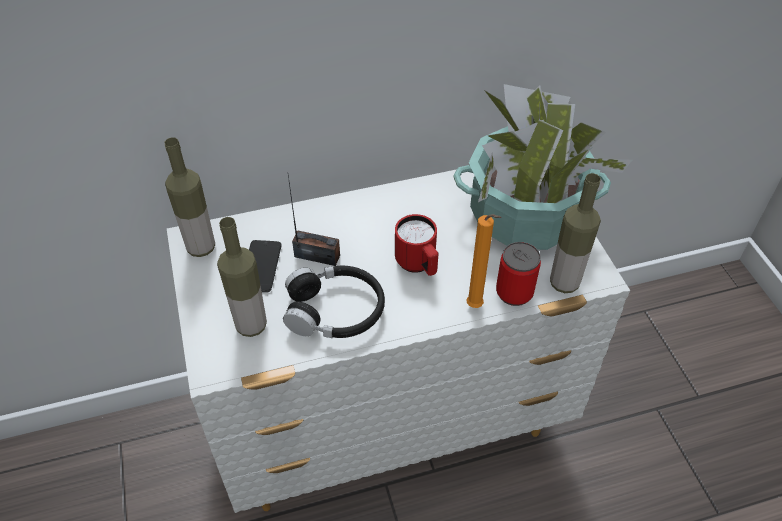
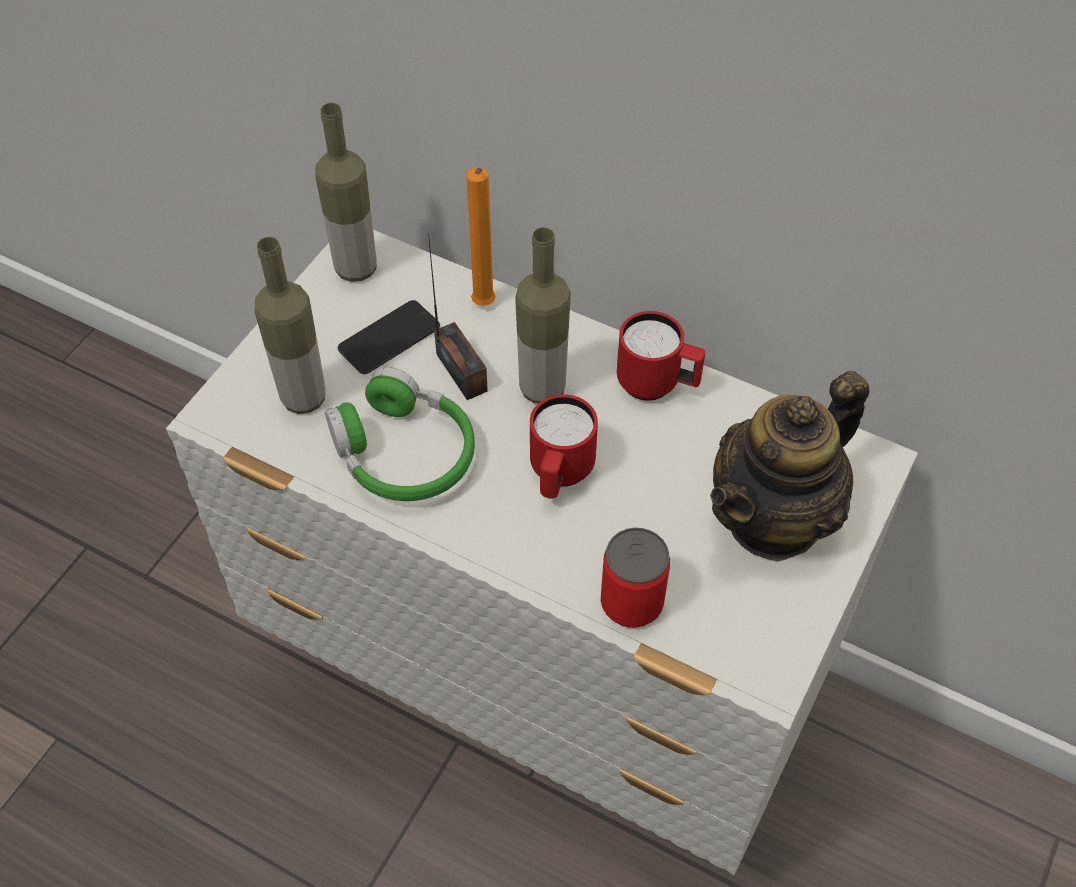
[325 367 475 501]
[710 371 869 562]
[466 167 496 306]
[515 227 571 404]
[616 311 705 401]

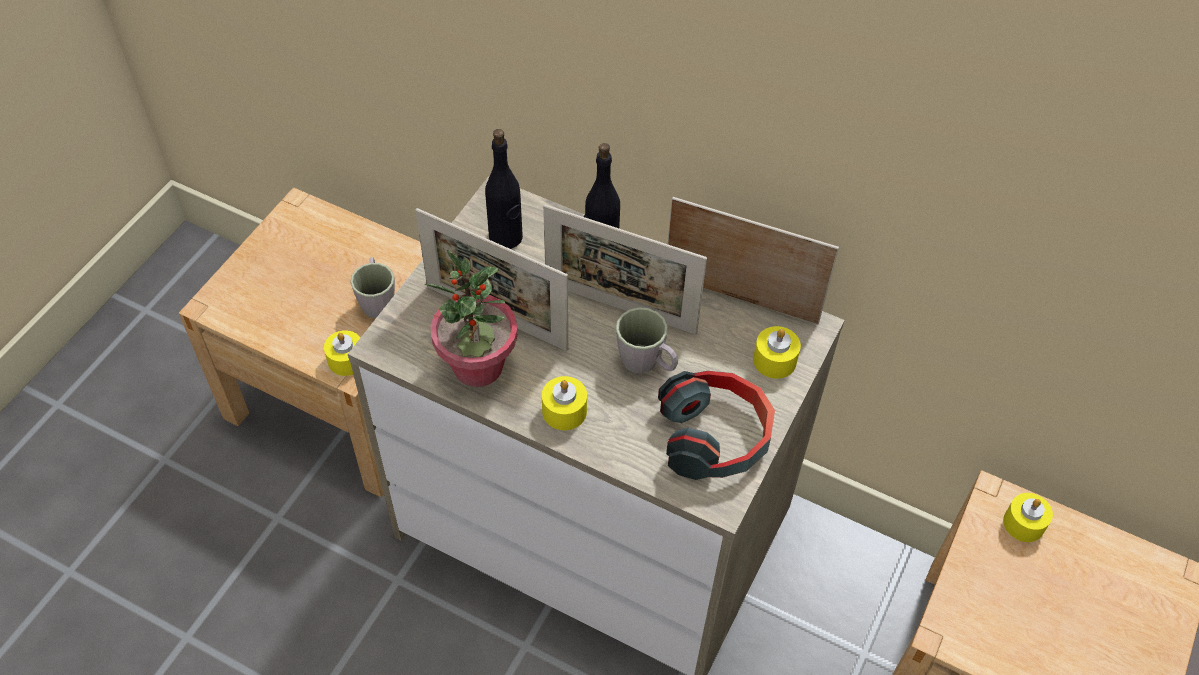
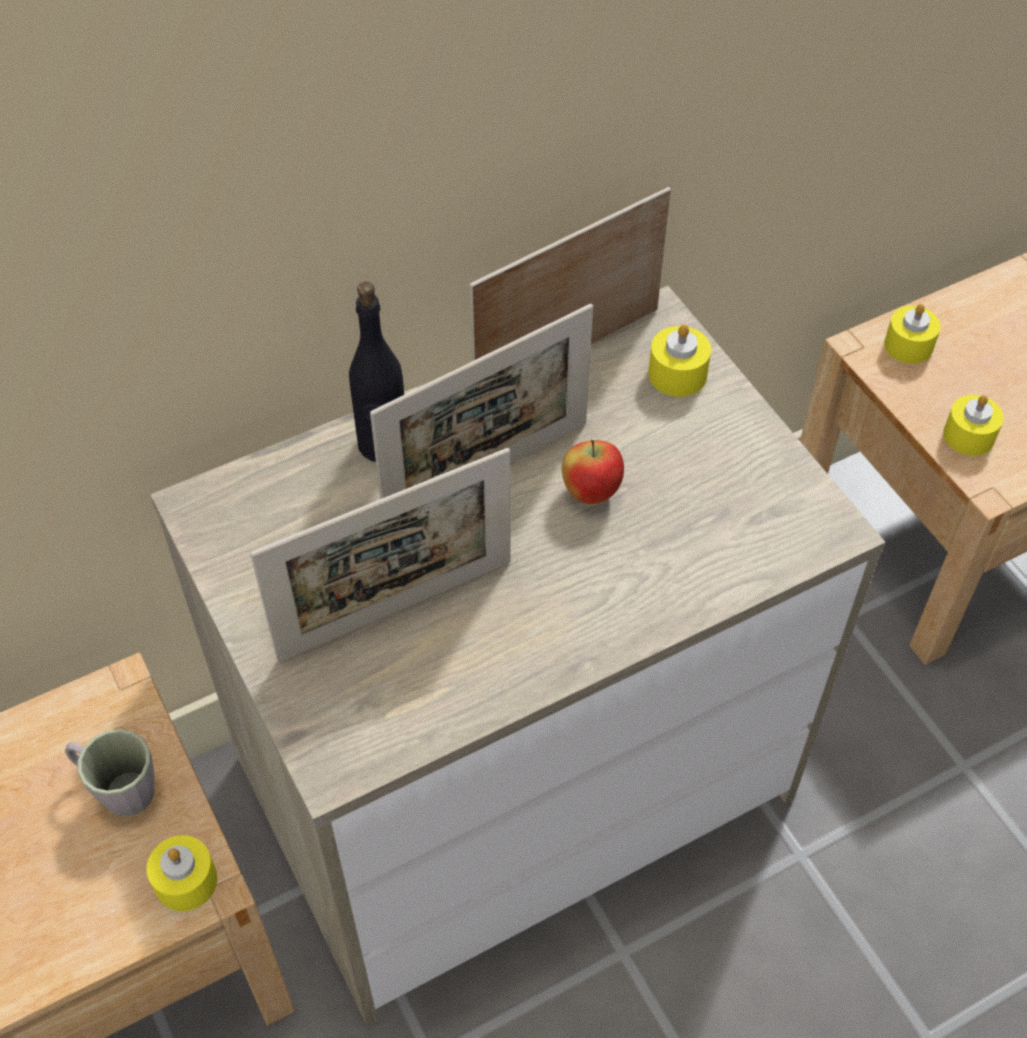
[425 250 518 387] (first image)
[485 129 523 249] (first image)
[943 395 1004 456]
[562 440 624 504]
[658 371 775 480] (first image)

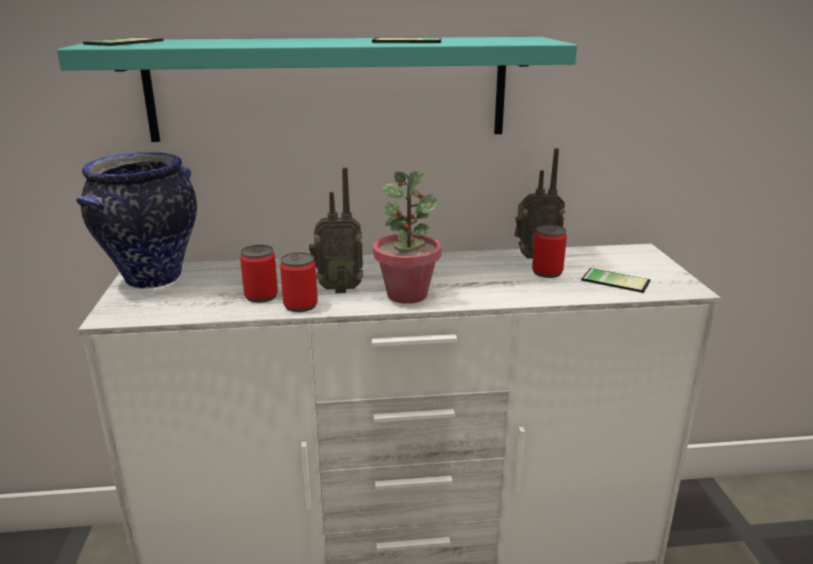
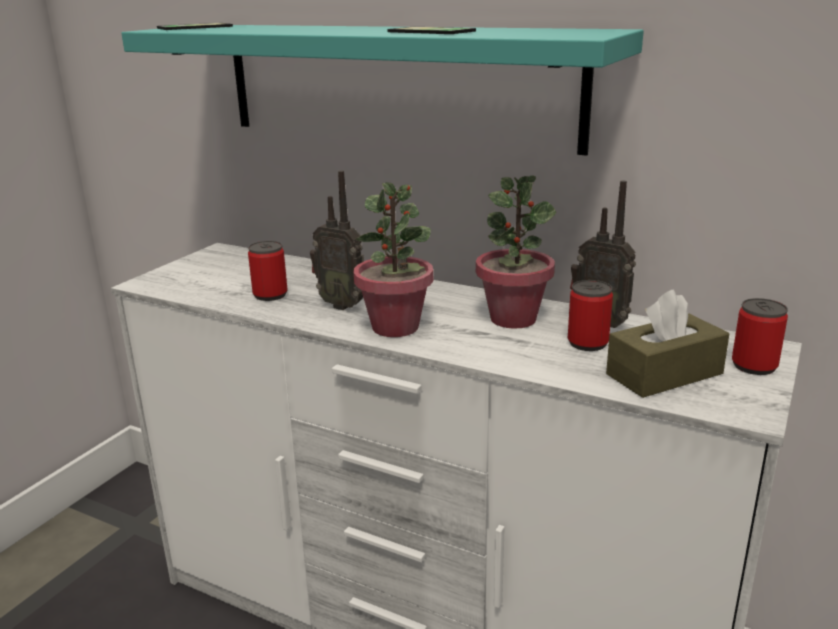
[76 152 197 288] (first image)
[732 298 788 375]
[606 289 729 398]
[476 175 556 329]

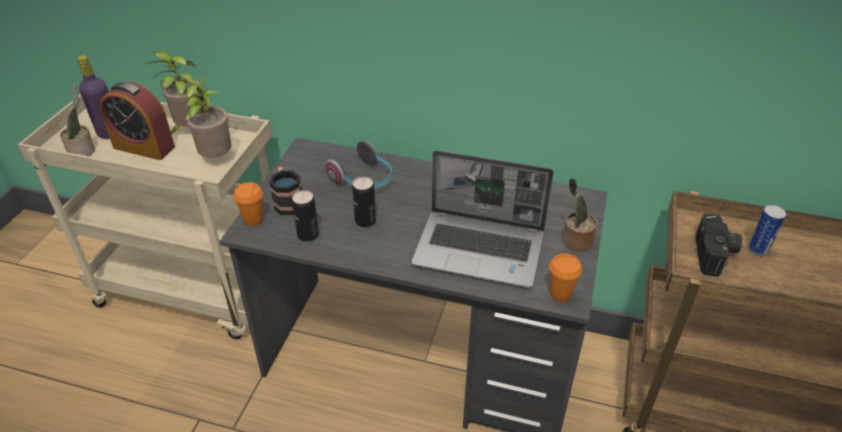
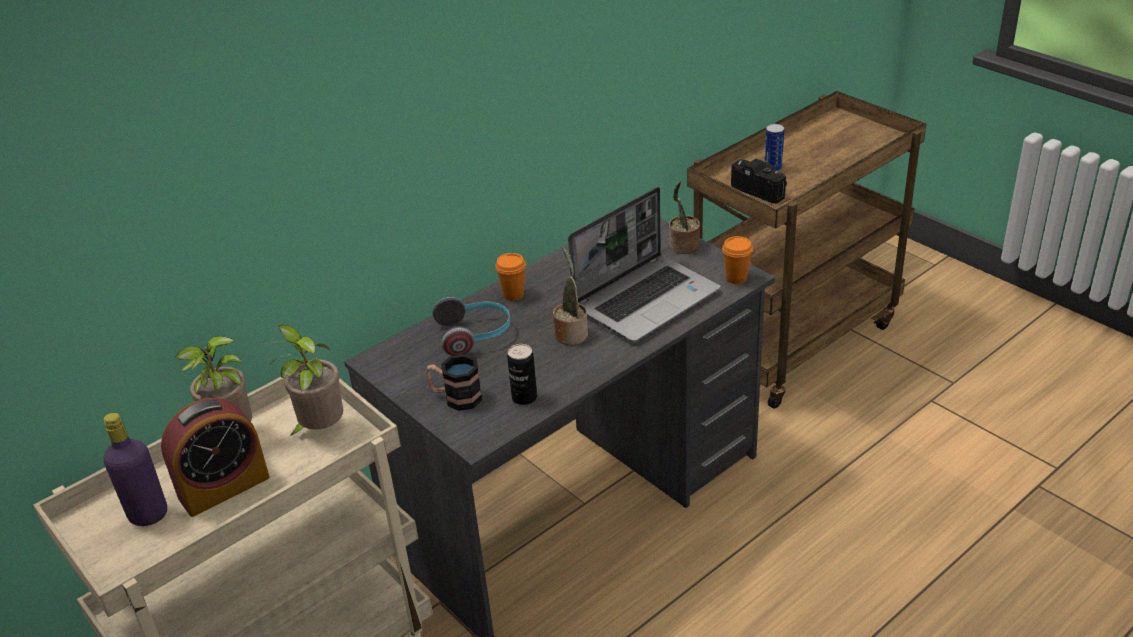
[553 247 588 345]
[495 253 526 301]
[352 177 376 227] (first image)

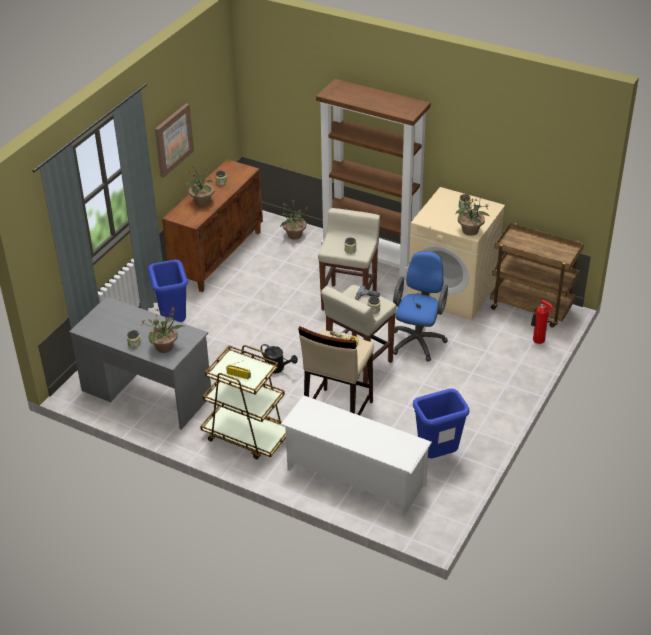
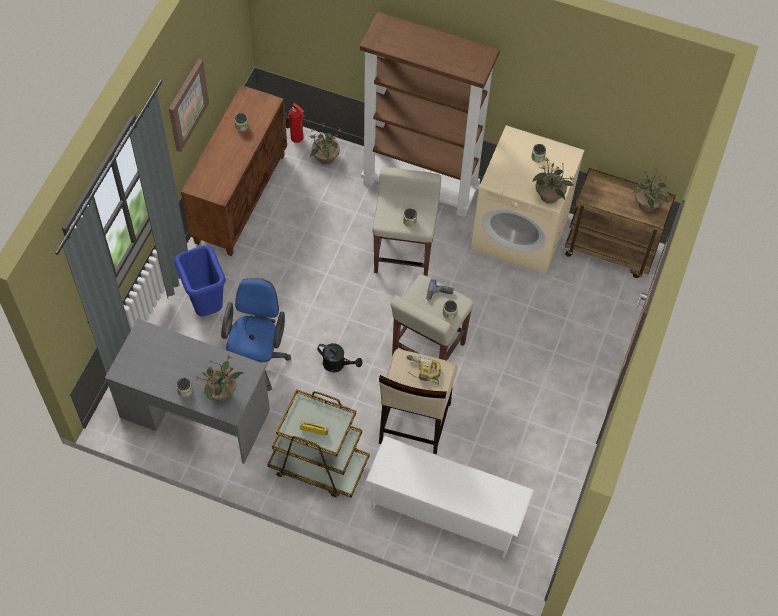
[633 168 669 212]
[221 278 291 391]
[413 388 469 458] (first image)
[286 103 305 143]

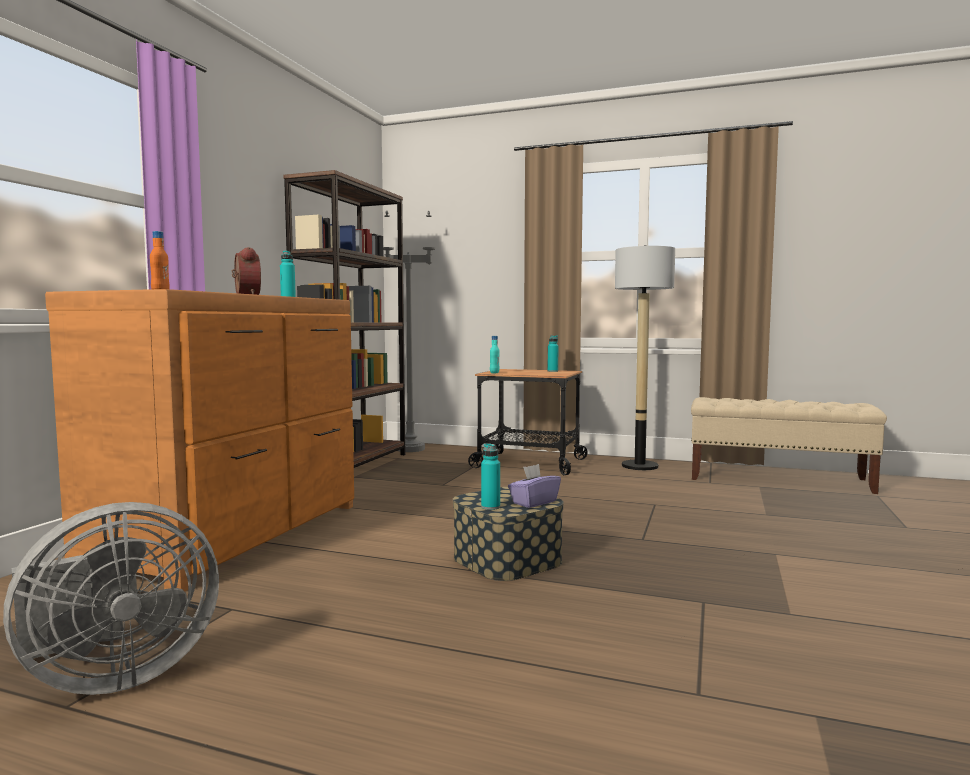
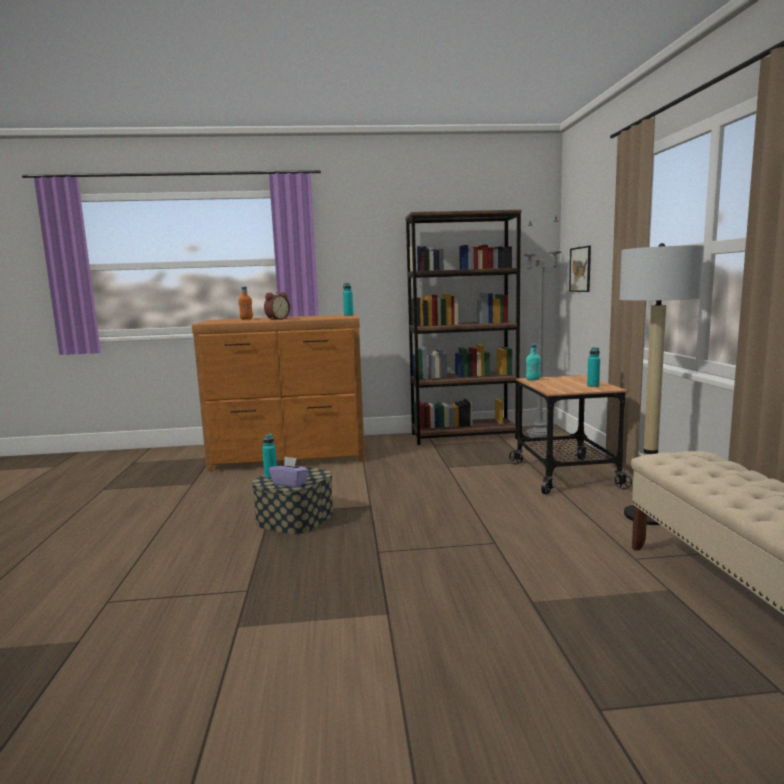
[3 502 219 695] (first image)
[569 246 591 292]

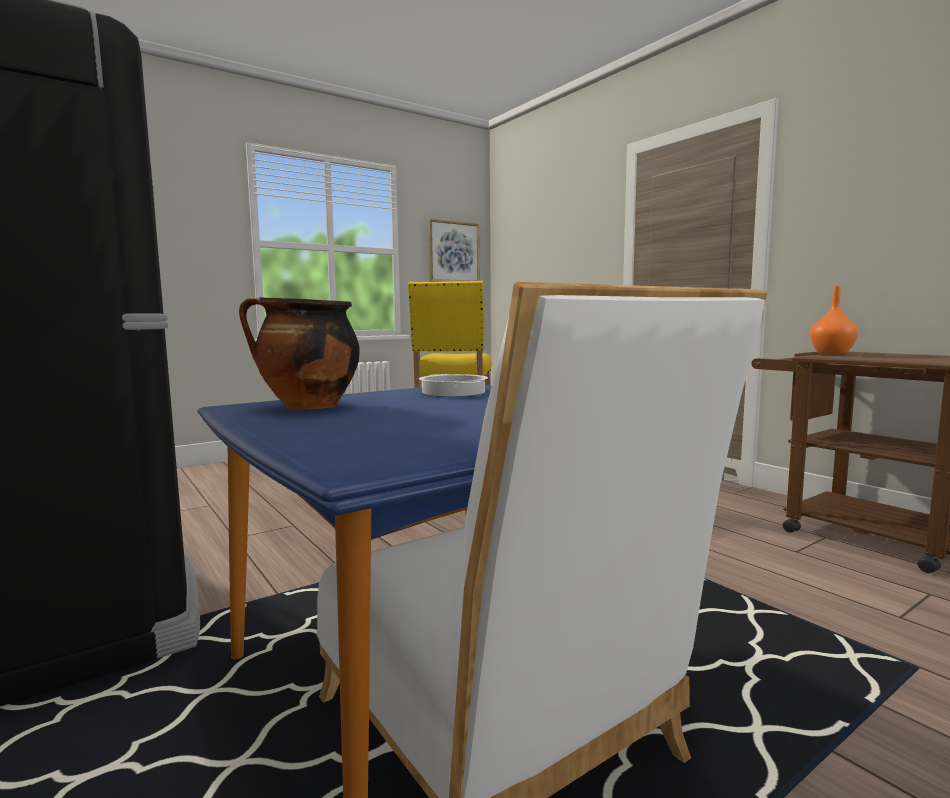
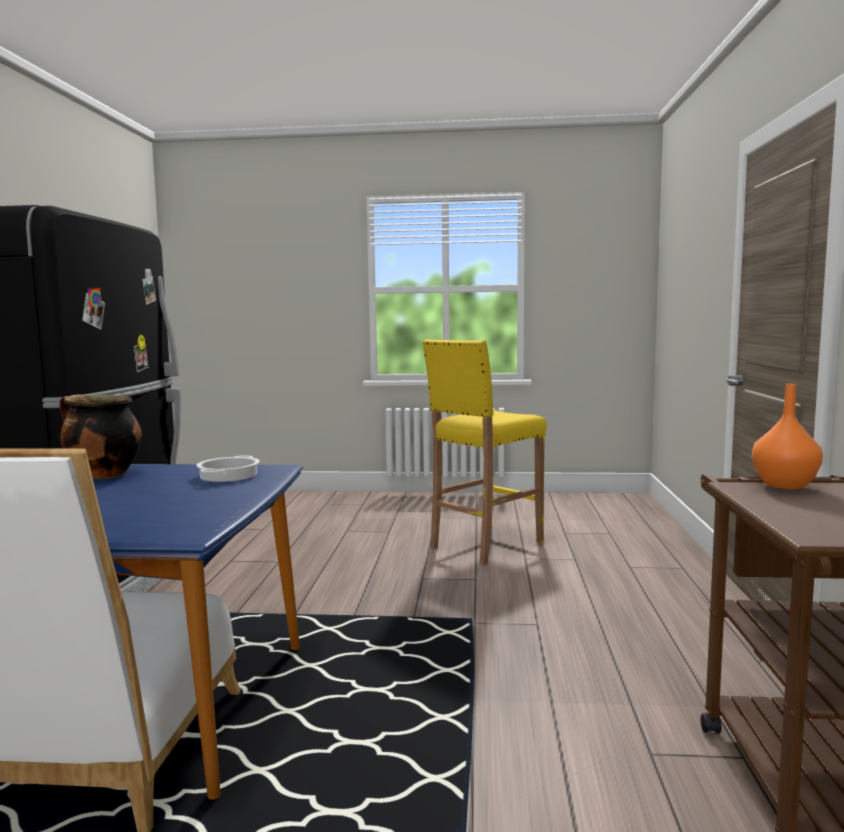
[428 219 480 282] (first image)

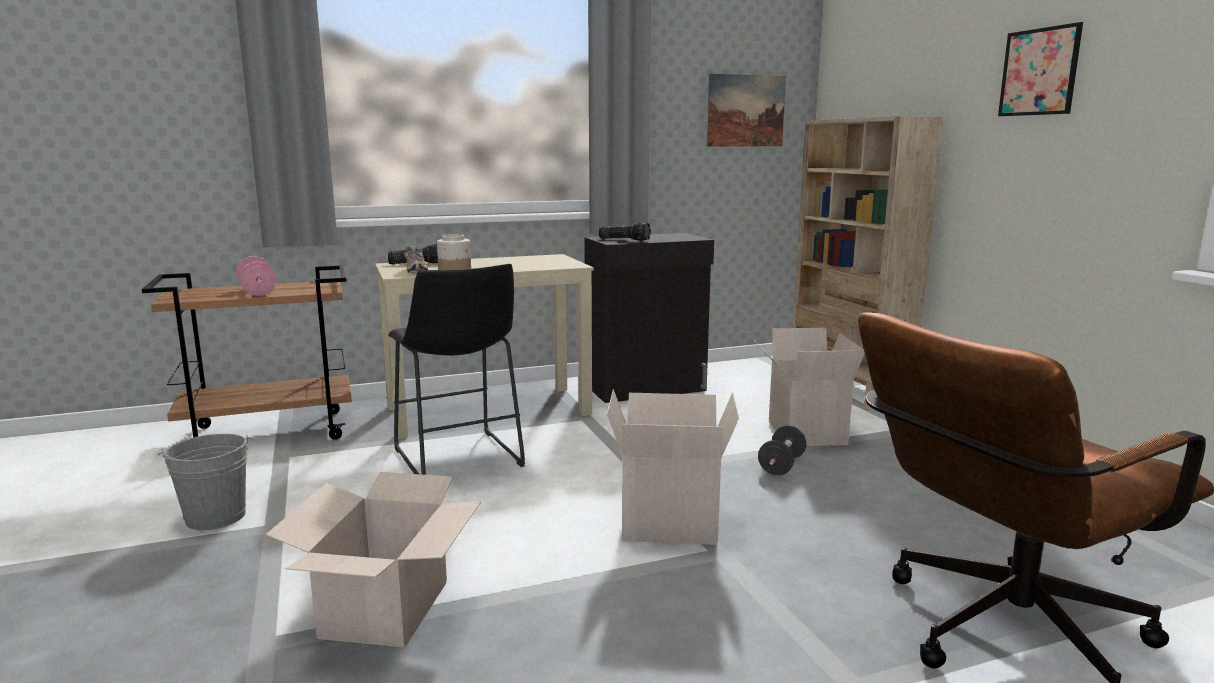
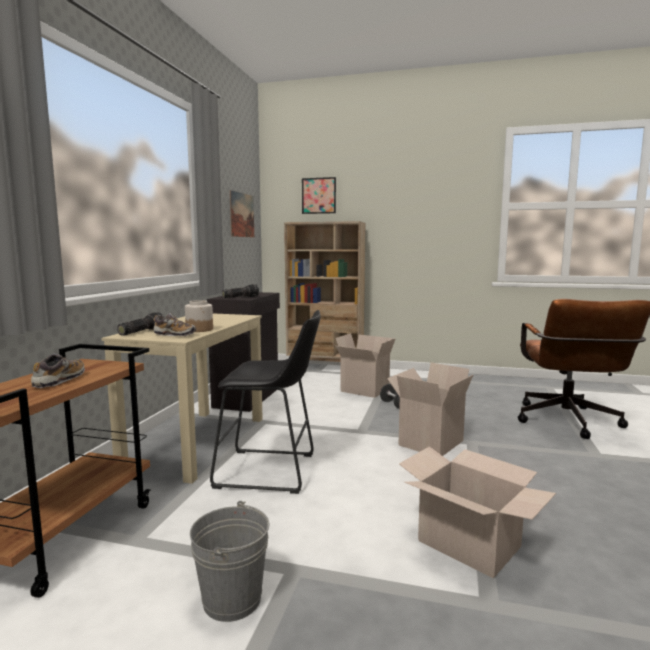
[31 354 85 388]
[302 177 336 214]

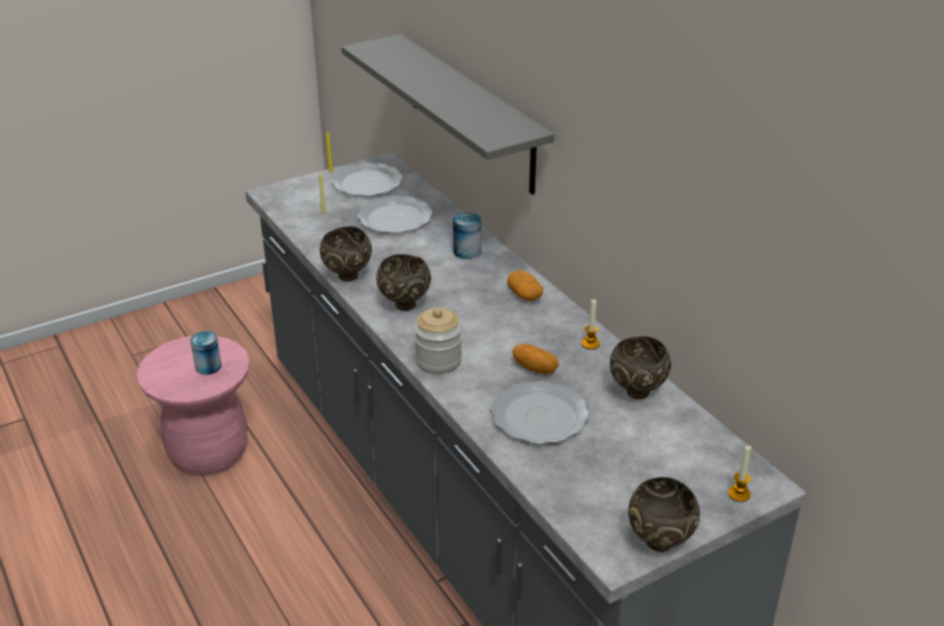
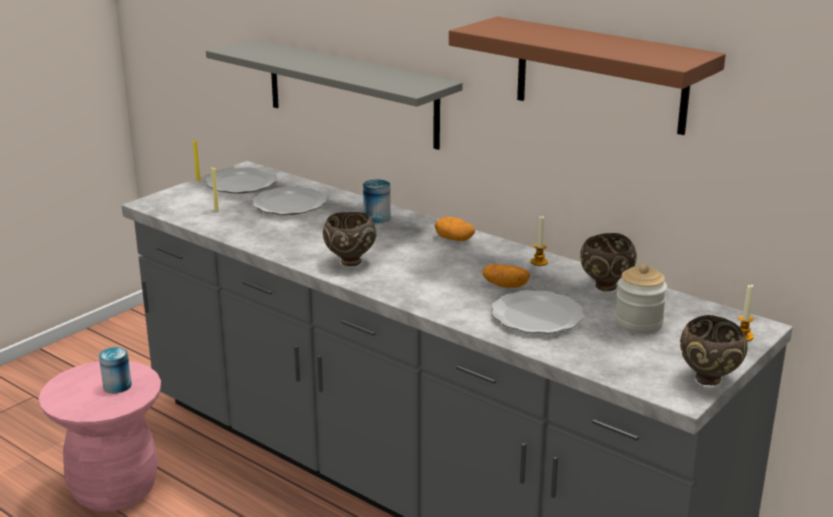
[320 226 372 281] (first image)
[615 264 667 334]
[449 17 726 135]

